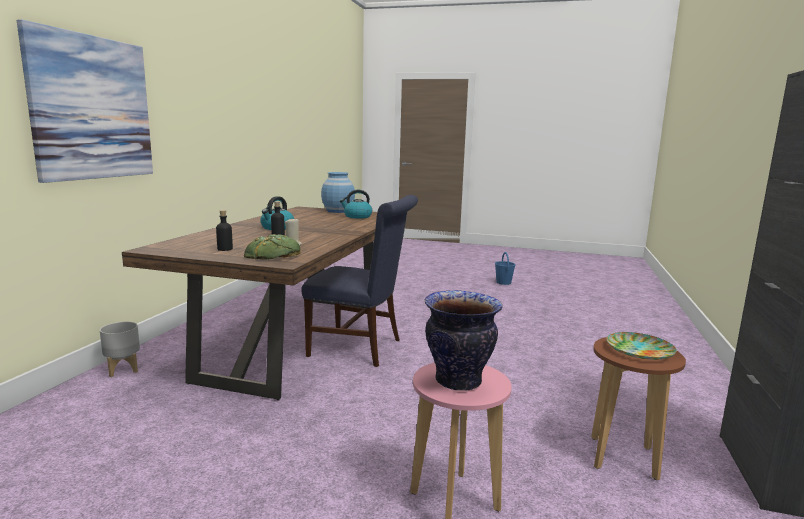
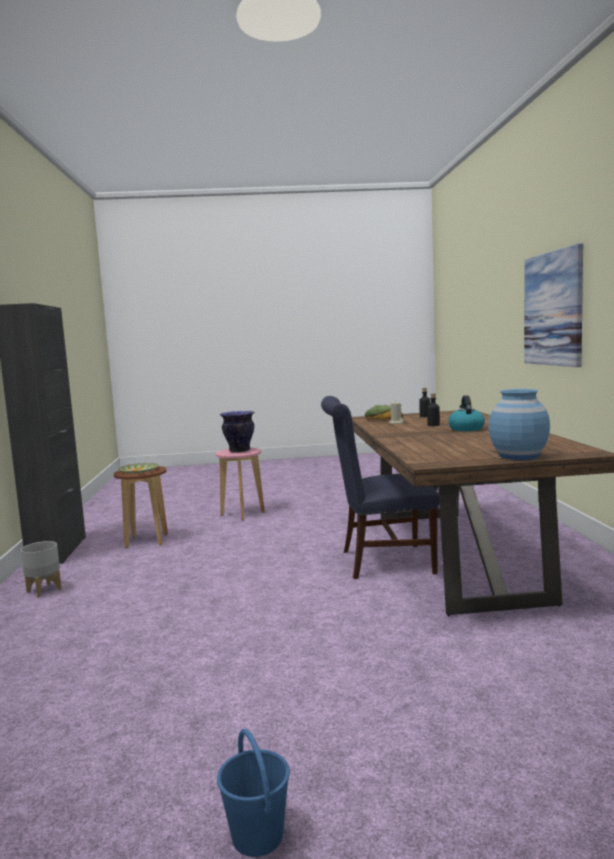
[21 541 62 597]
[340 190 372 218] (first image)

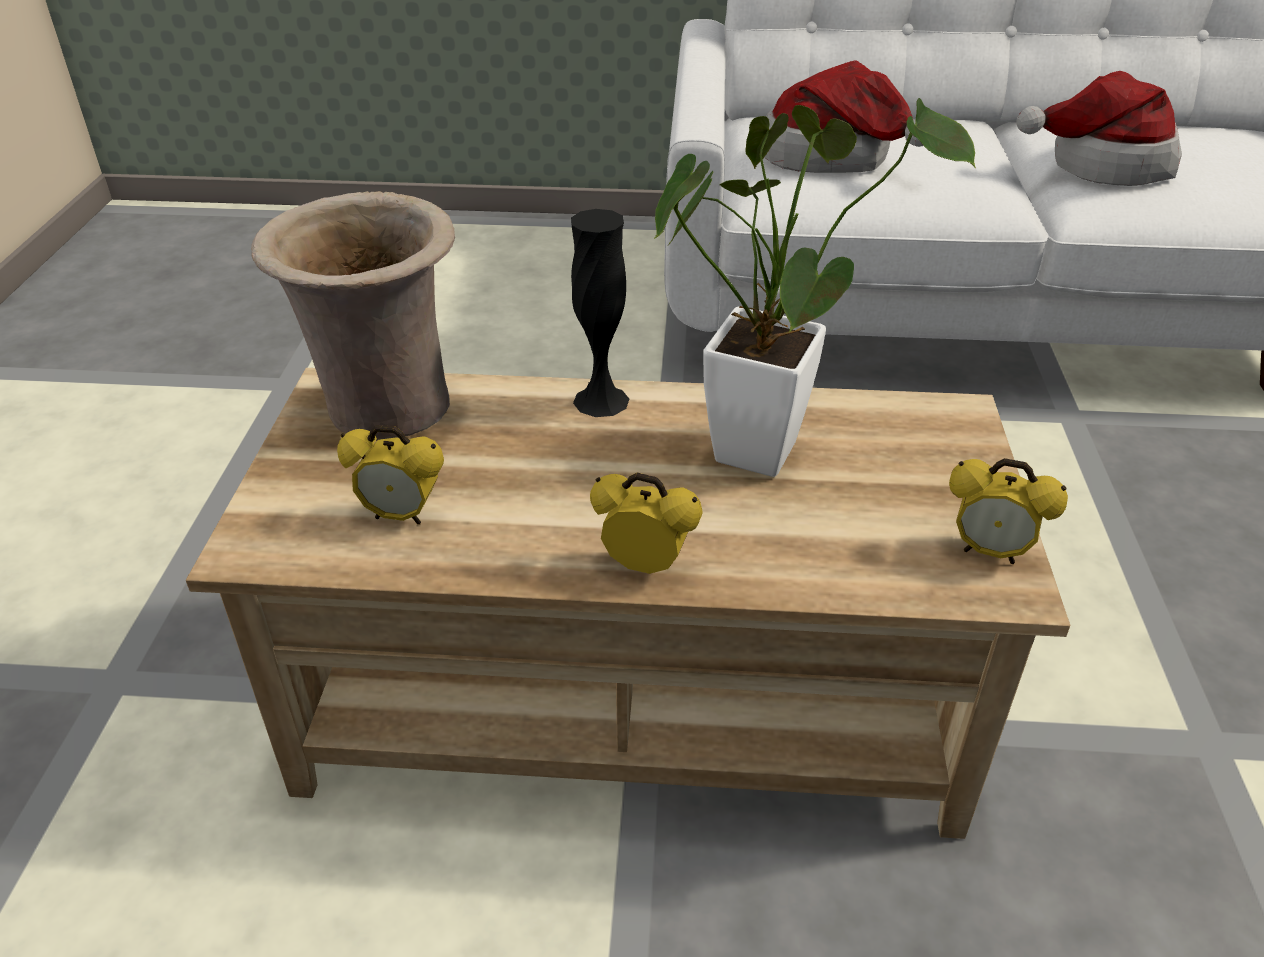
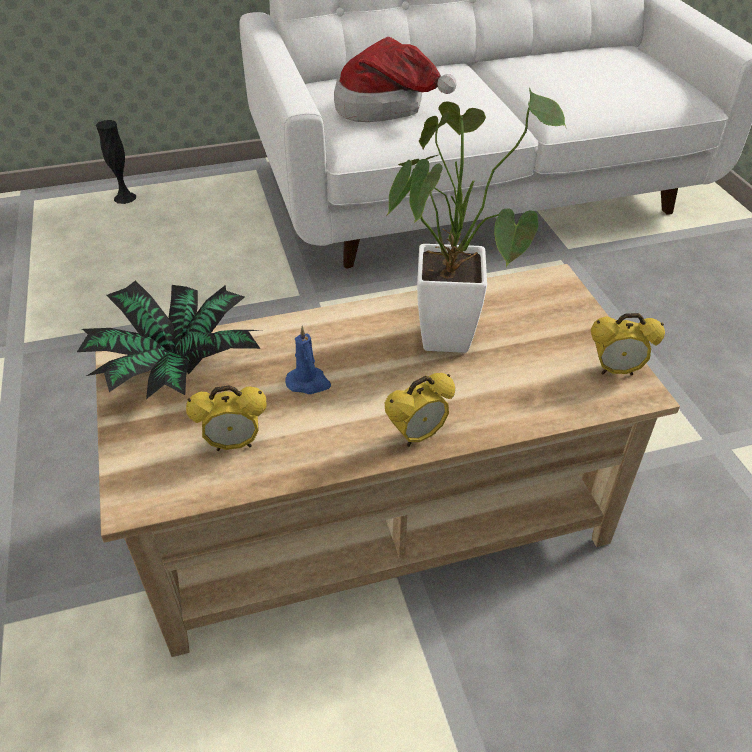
[77 280 260 399]
[96 120 136 204]
[385 373 455 447]
[1016 71 1182 186] (first image)
[285 326 331 394]

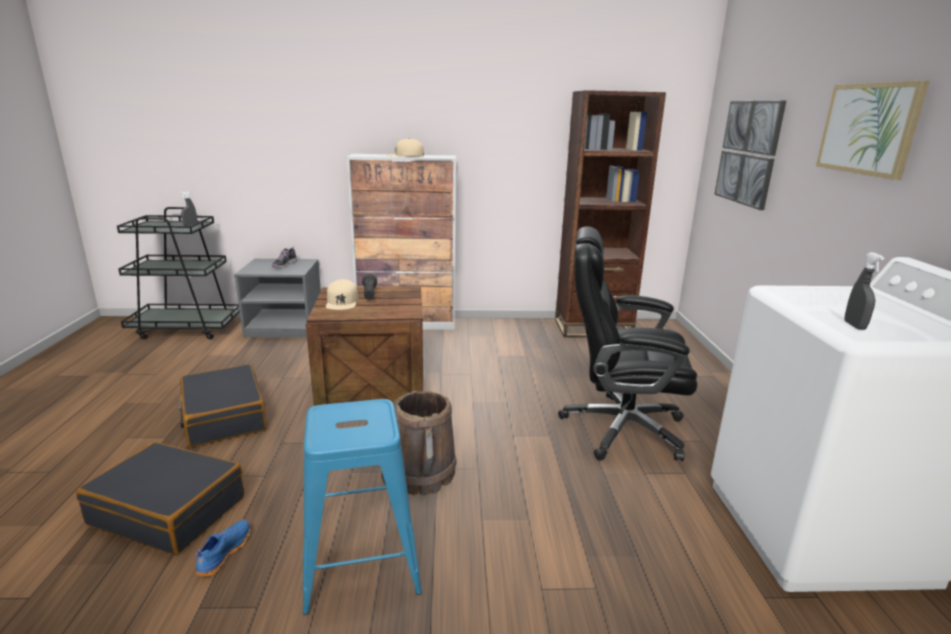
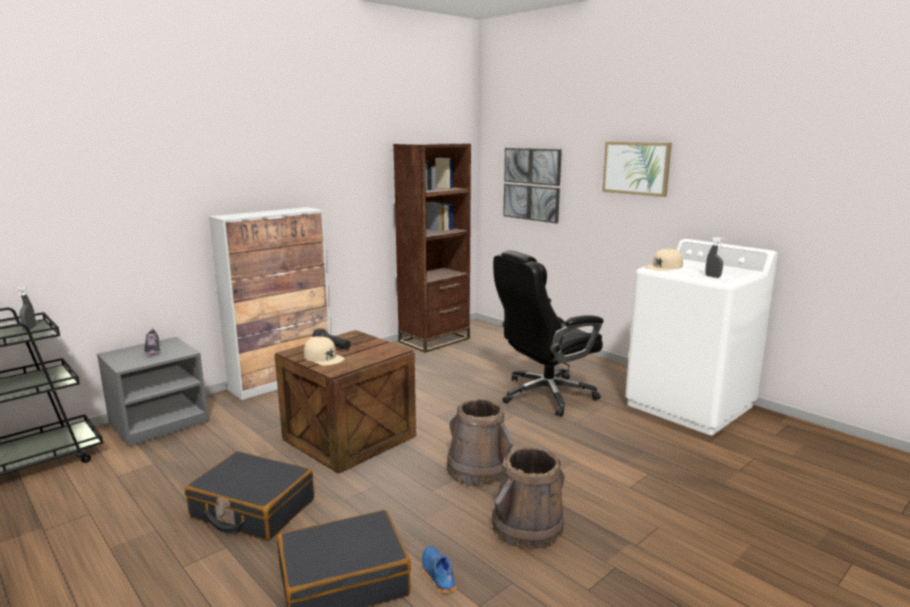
[491 447 565 549]
[645 248 683 271]

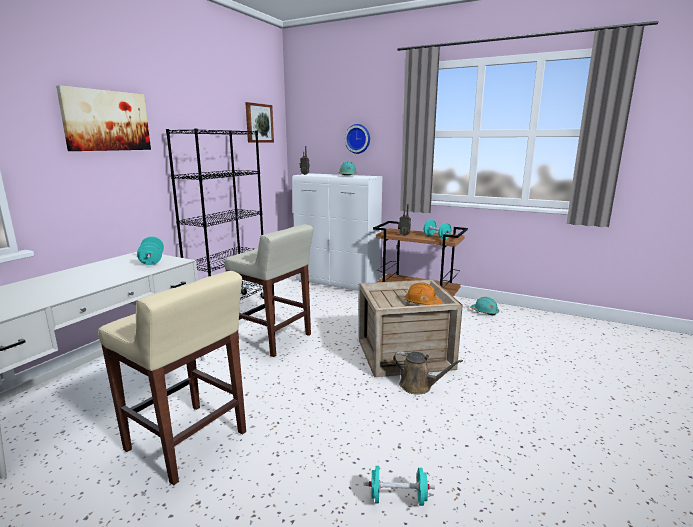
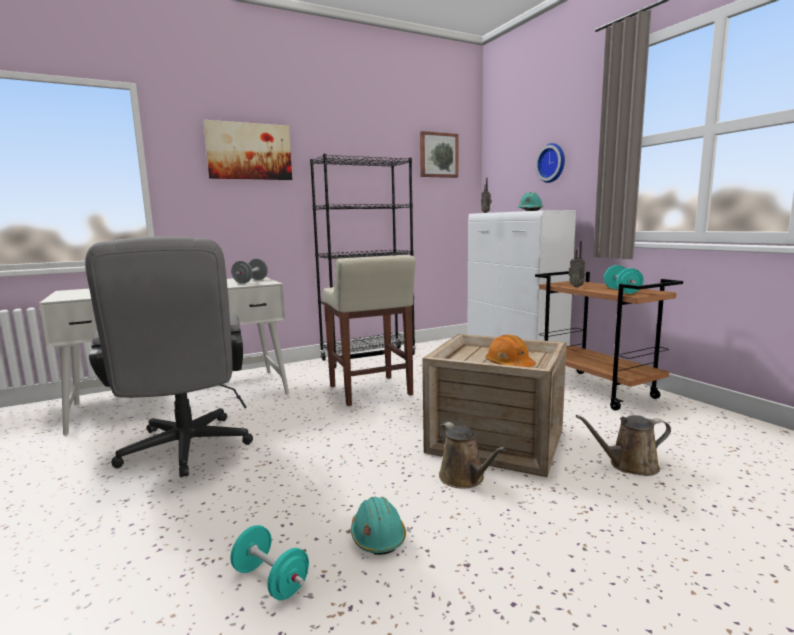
[85 236 253 477]
[231 259 268 284]
[351 496 406 555]
[576 415 671 476]

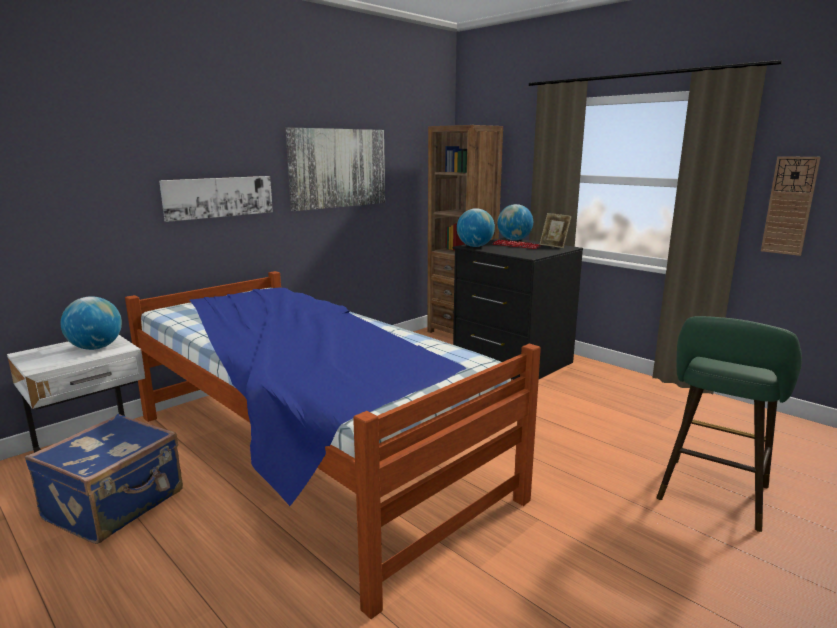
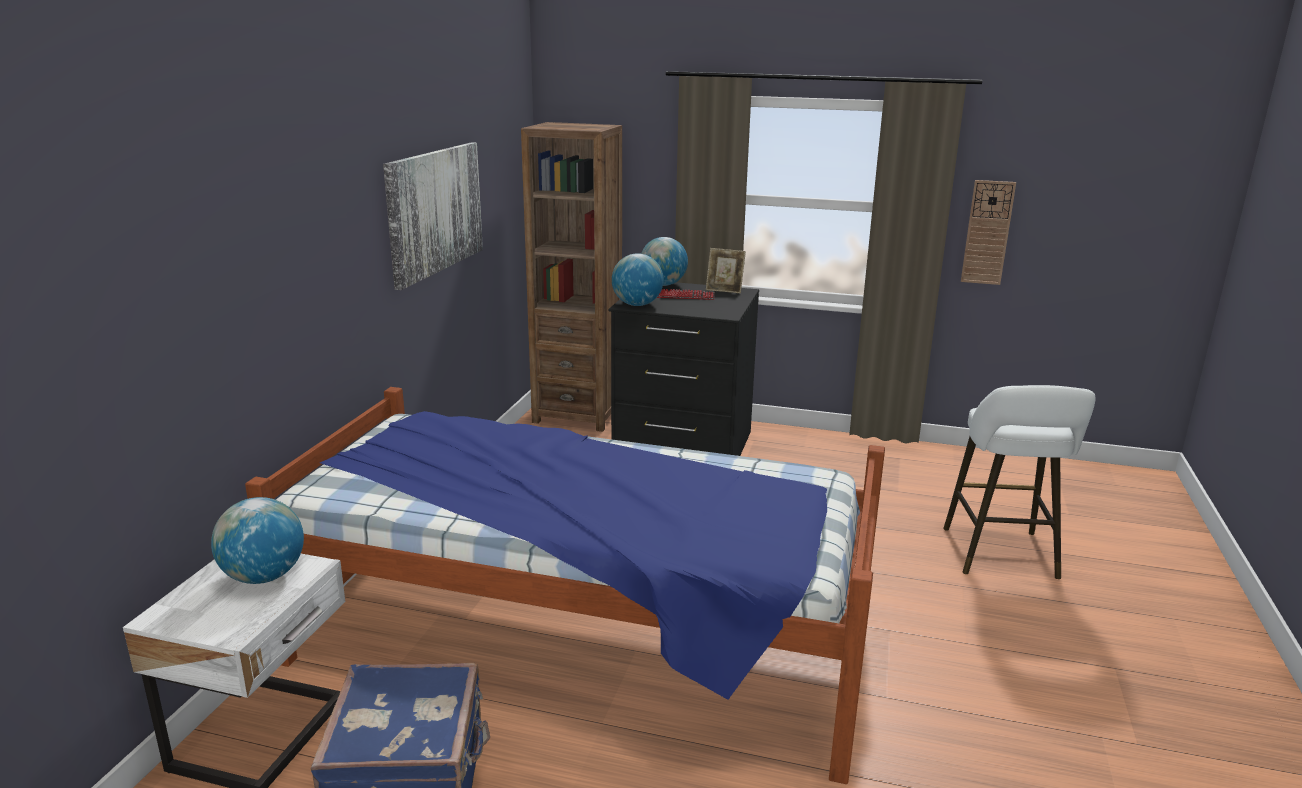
[159 176 273 222] (first image)
[943 385 1095 579]

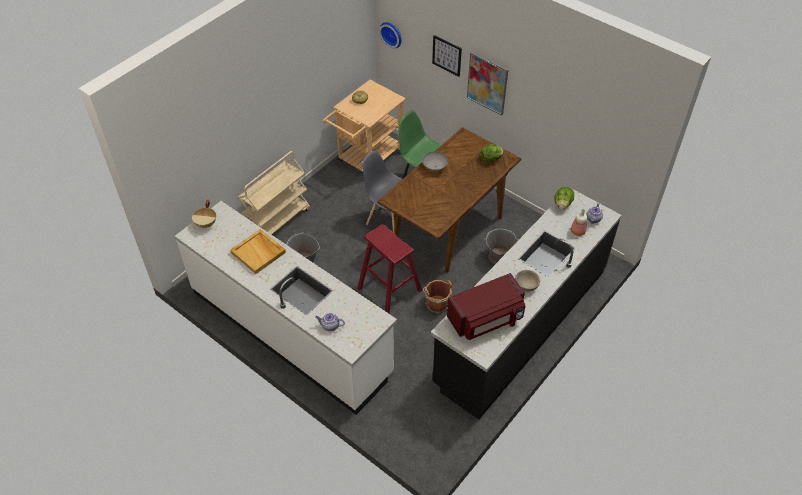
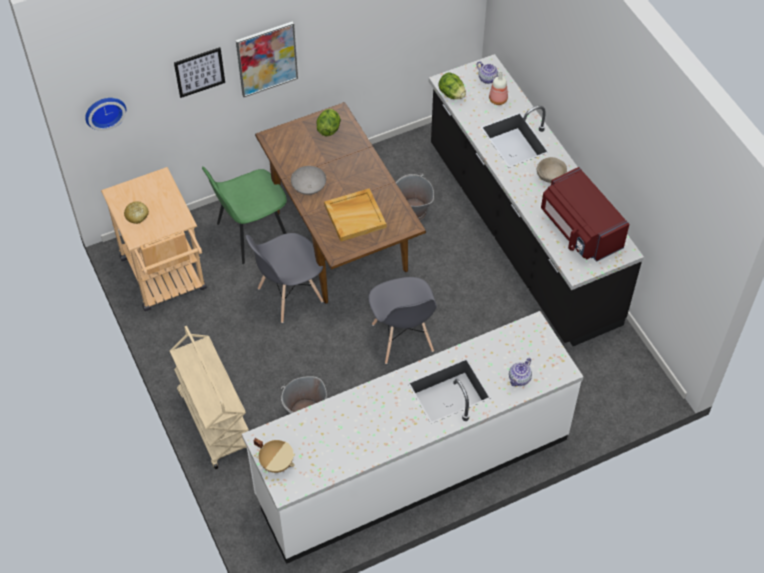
[324 188 386 241]
[369 277 437 364]
[423 280 452 314] (first image)
[541 167 630 262]

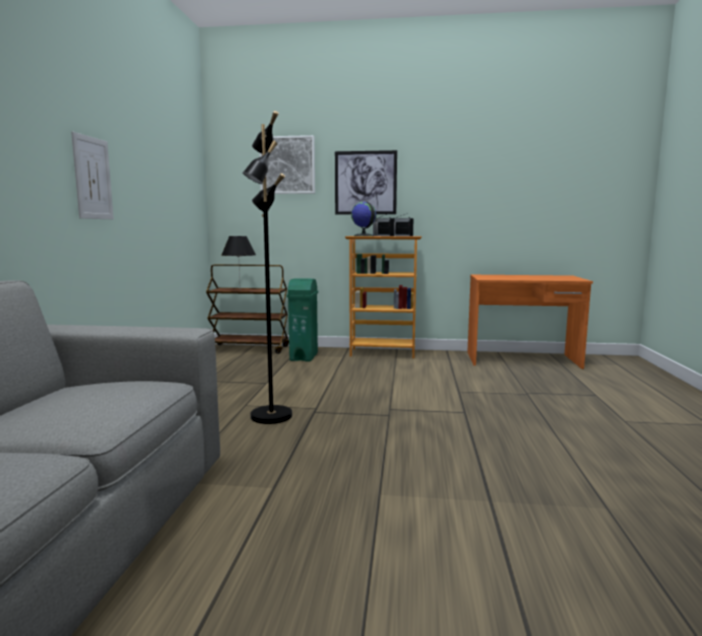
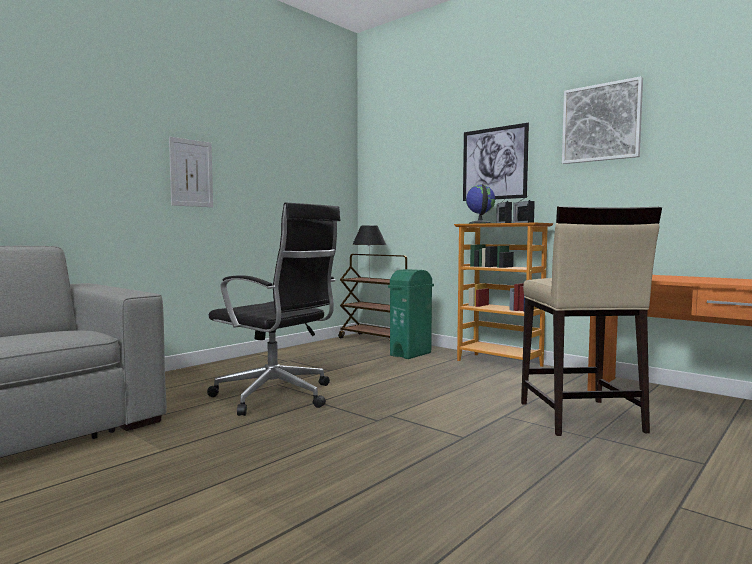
[207 202 341 416]
[562 76 643 164]
[521 206 662 436]

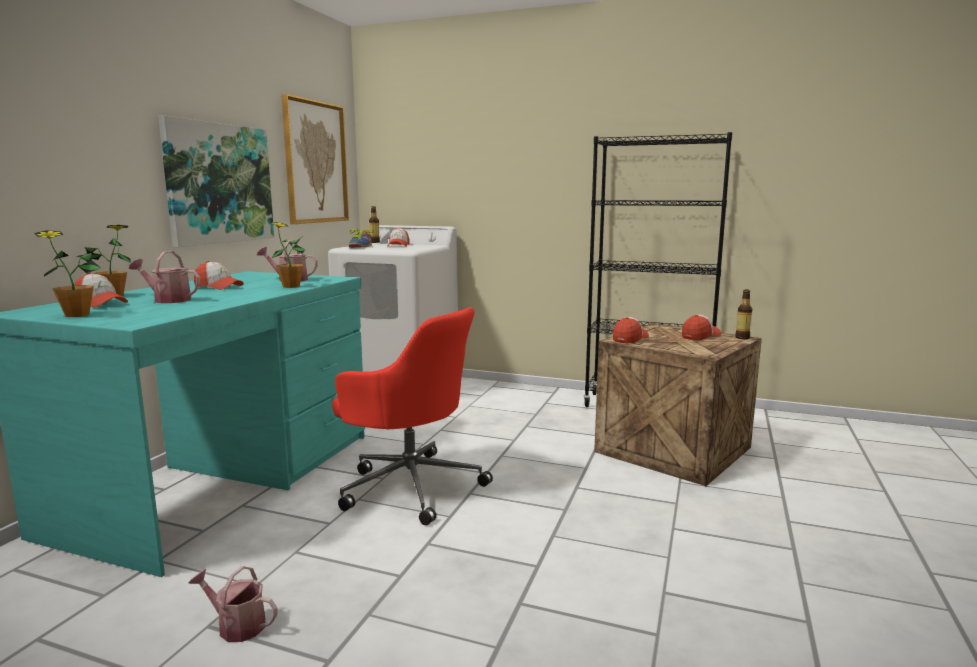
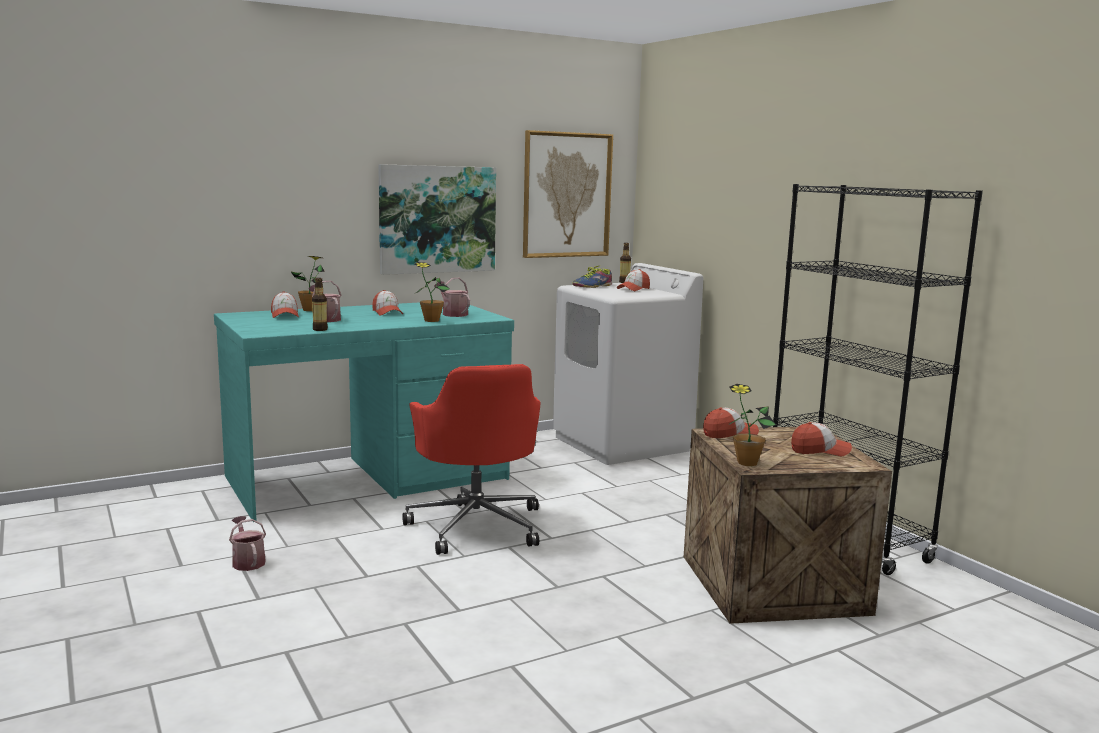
[729 384 776 466]
[312 278 328 331]

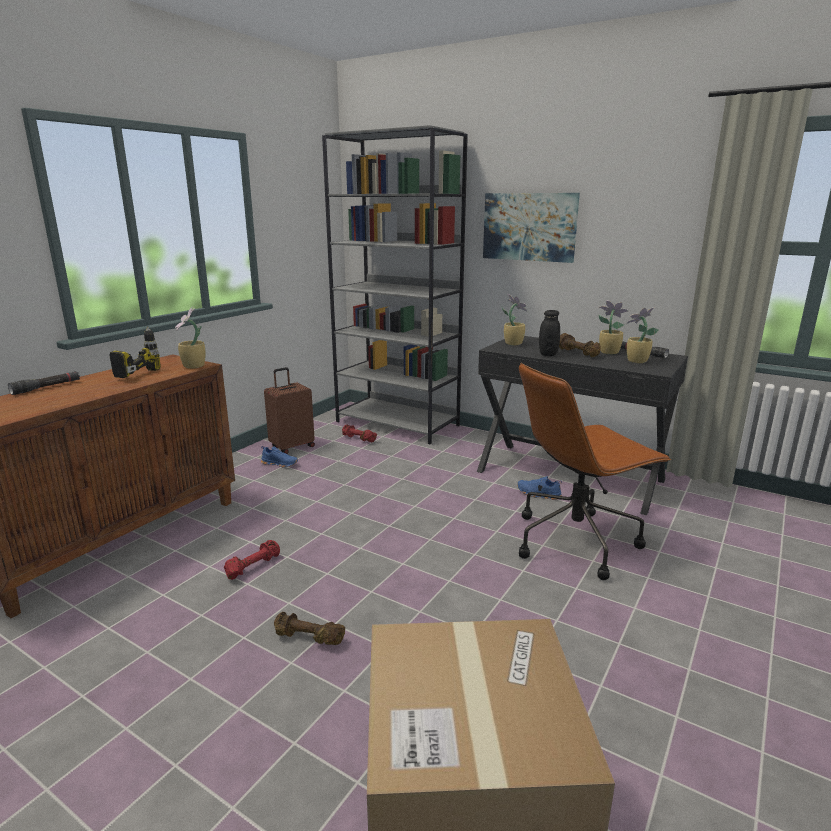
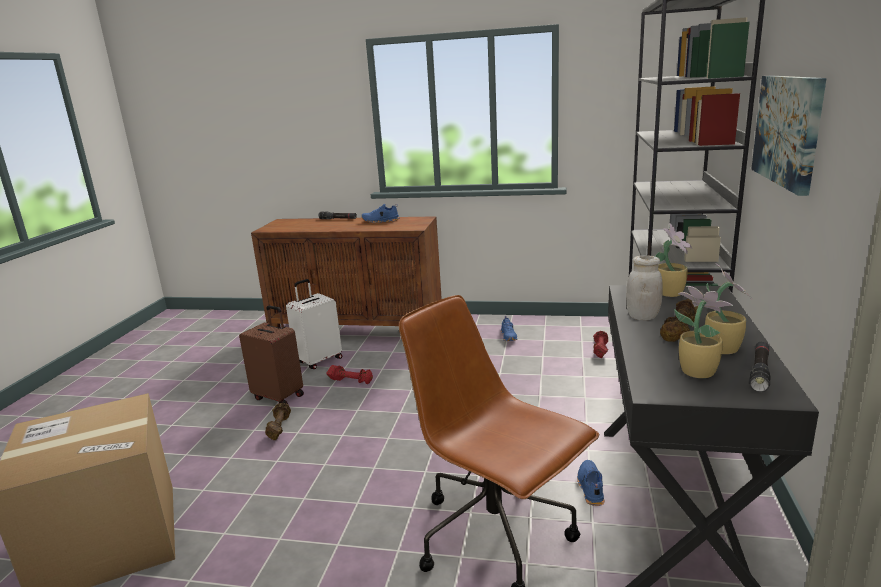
[361 204 400 223]
[175 307 206 369] (first image)
[239 305 304 404]
[626 255 663 320]
[286 279 342 369]

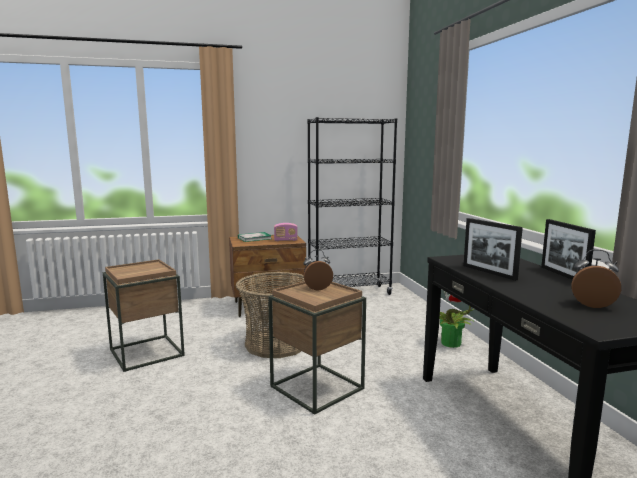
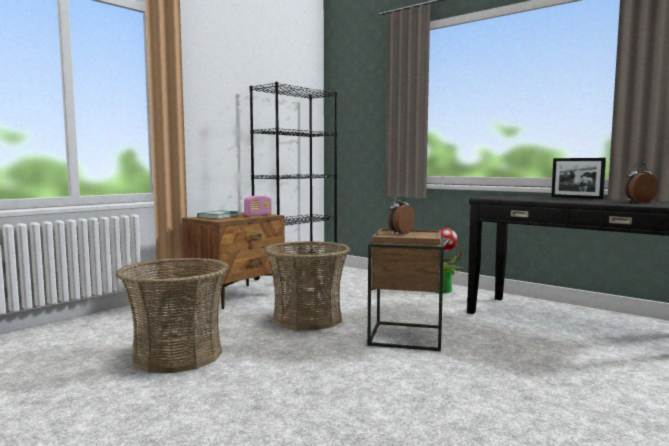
[116 258 229 373]
[463 218 523 281] (first image)

